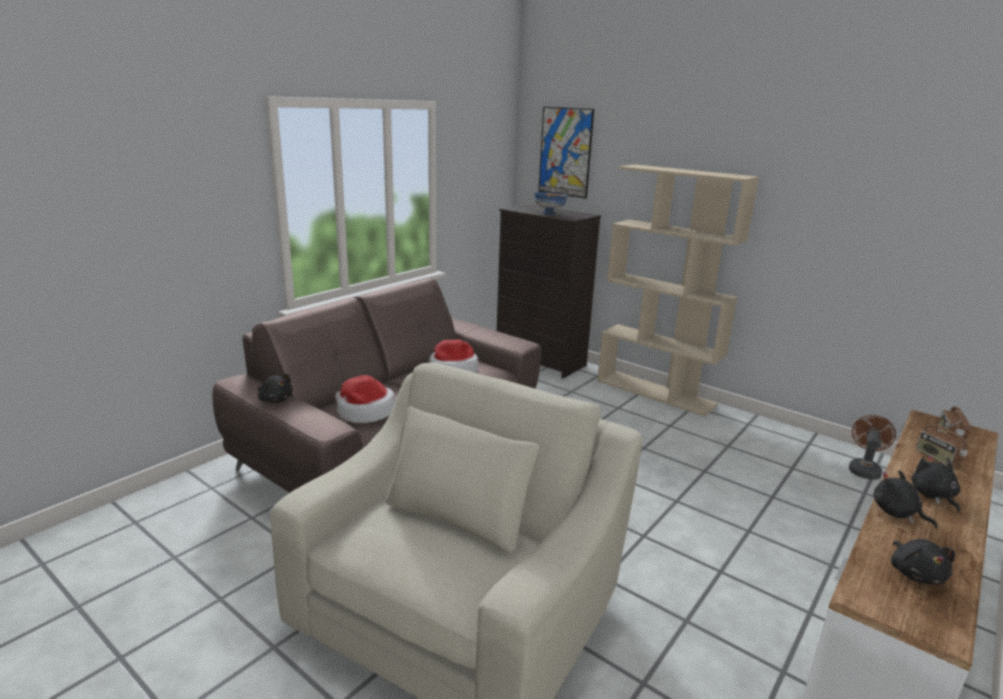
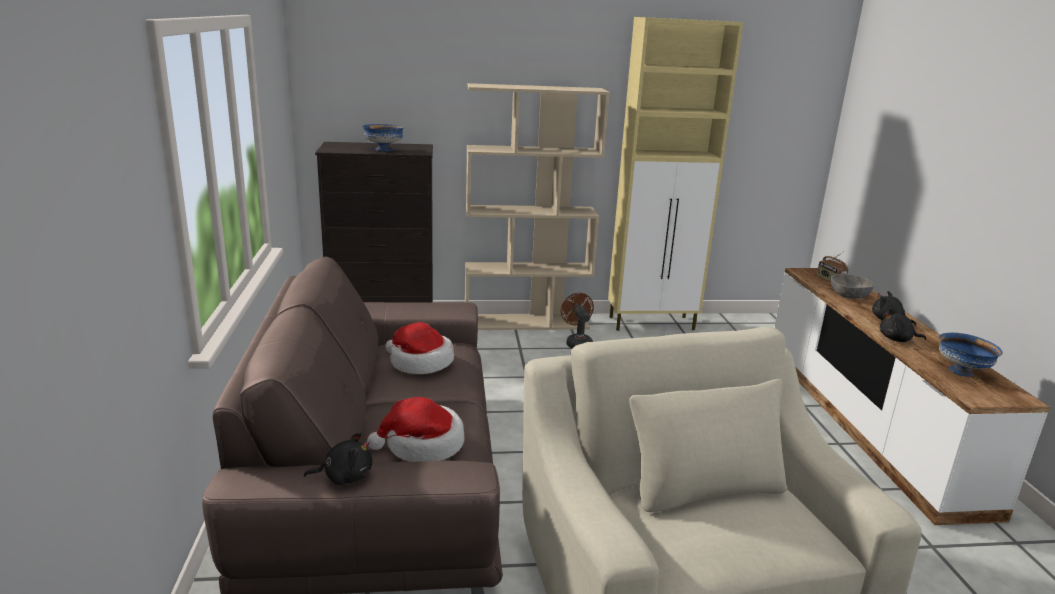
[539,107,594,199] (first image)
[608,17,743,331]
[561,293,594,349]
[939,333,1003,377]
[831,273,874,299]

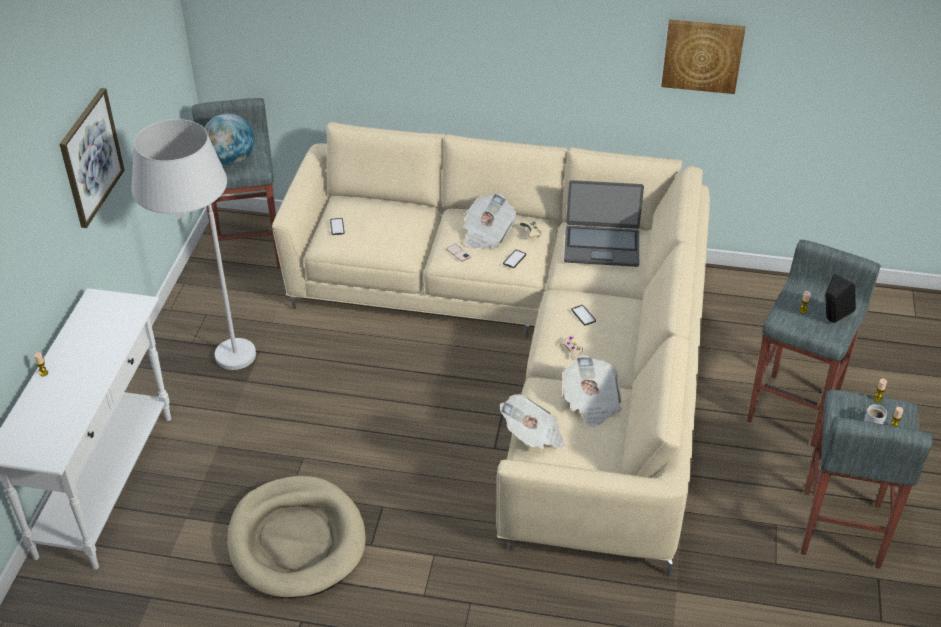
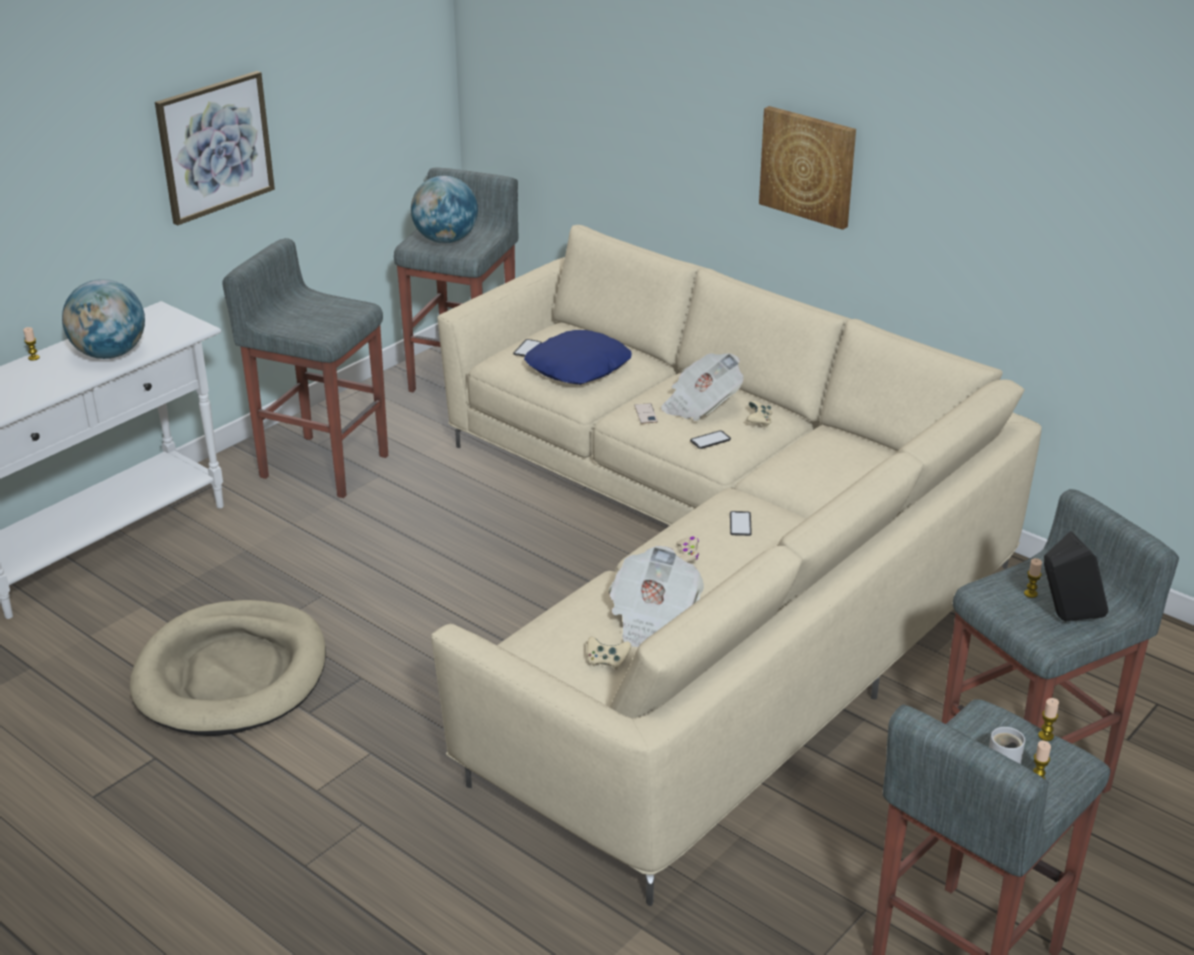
[500,394,565,449] (first image)
[564,180,644,267] (first image)
[62,279,145,359]
[524,330,632,385]
[587,637,631,670]
[759,106,856,230]
[222,238,388,498]

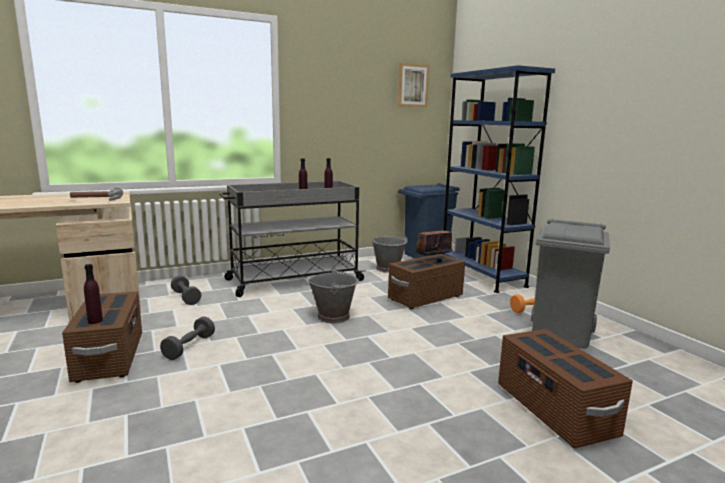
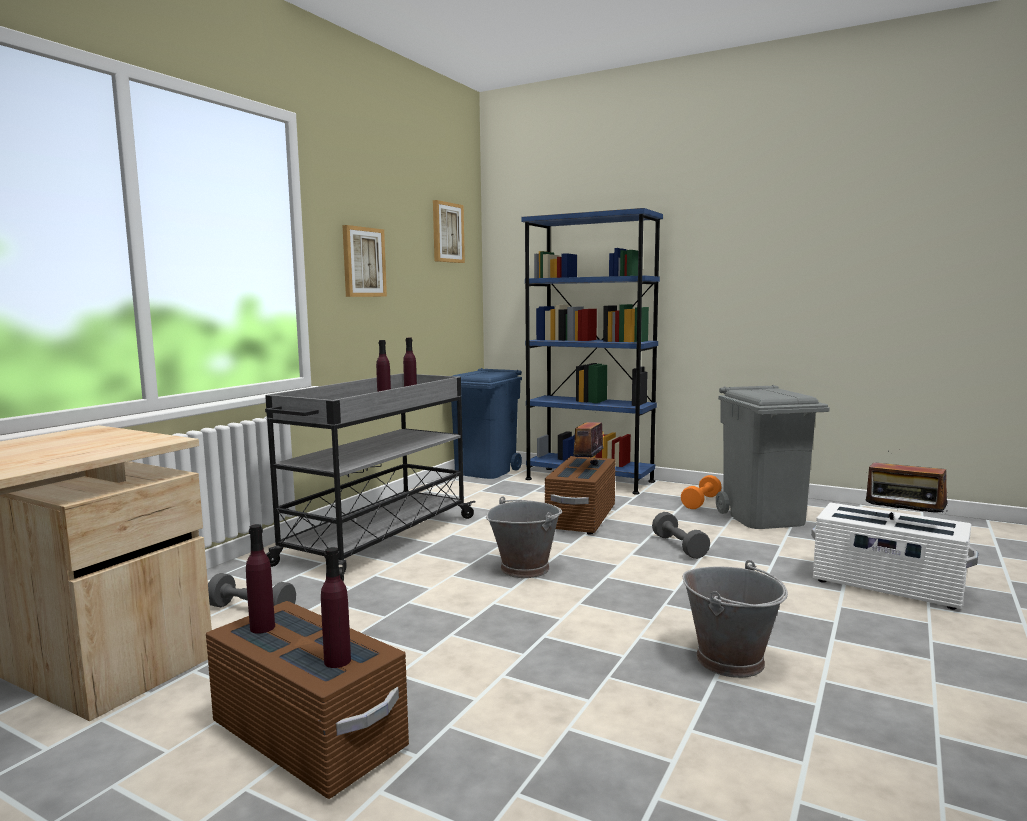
[70,187,123,201] (first image)
[246,524,275,634]
[342,225,387,297]
[866,462,948,520]
[652,512,710,559]
[683,560,788,678]
[812,503,978,610]

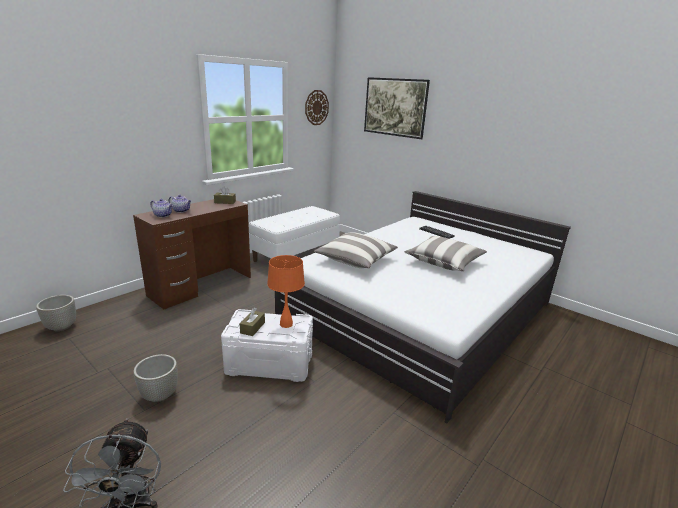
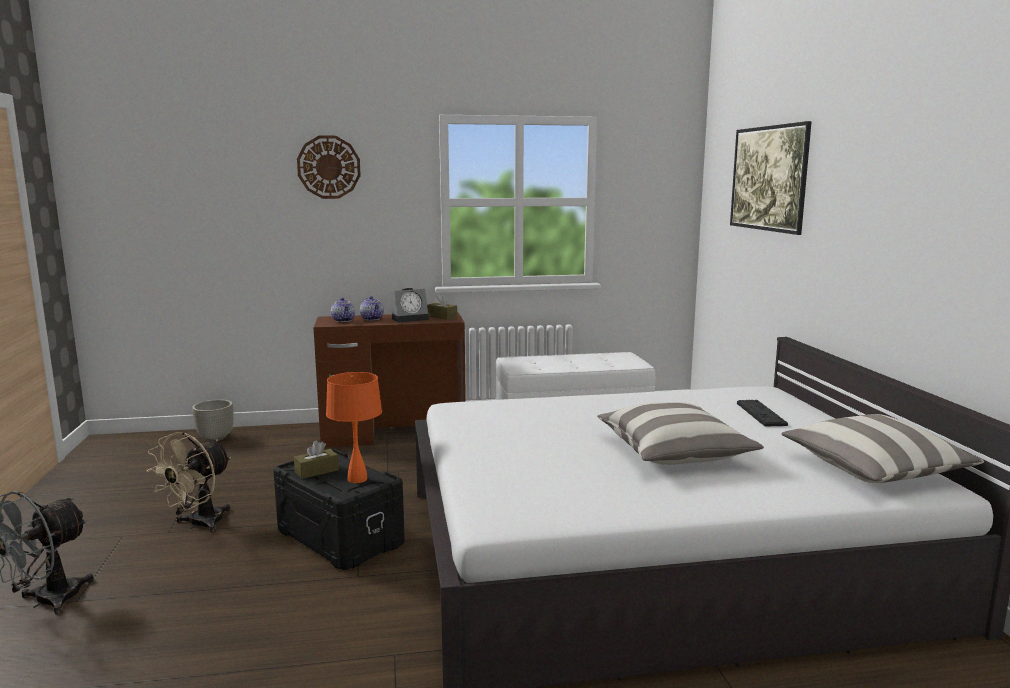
[390,288,429,323]
[297,135,361,199]
[781,414,984,483]
[147,432,231,533]
[273,449,405,570]

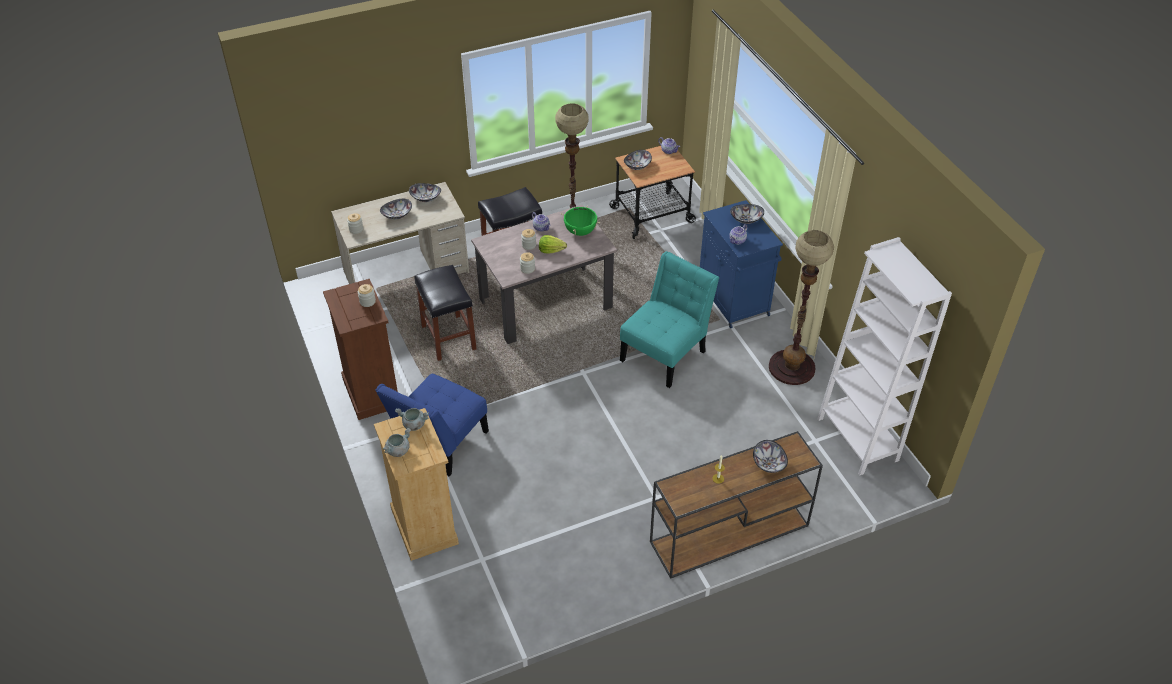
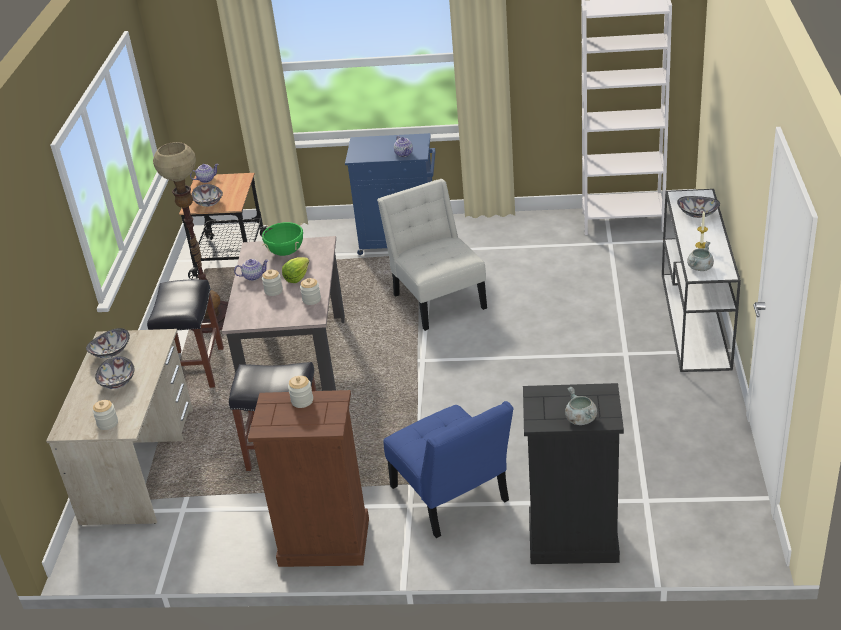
[730,204,764,224] (first image)
[769,230,834,385] (first image)
[687,241,714,271]
[523,383,624,564]
[377,179,487,331]
[662,189,741,372]

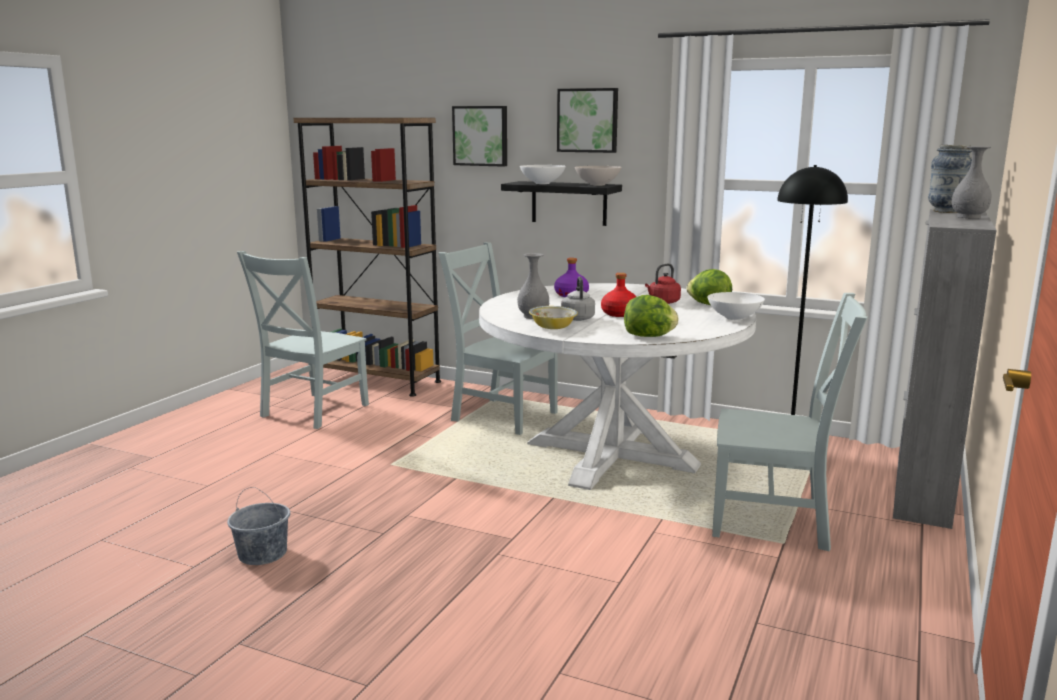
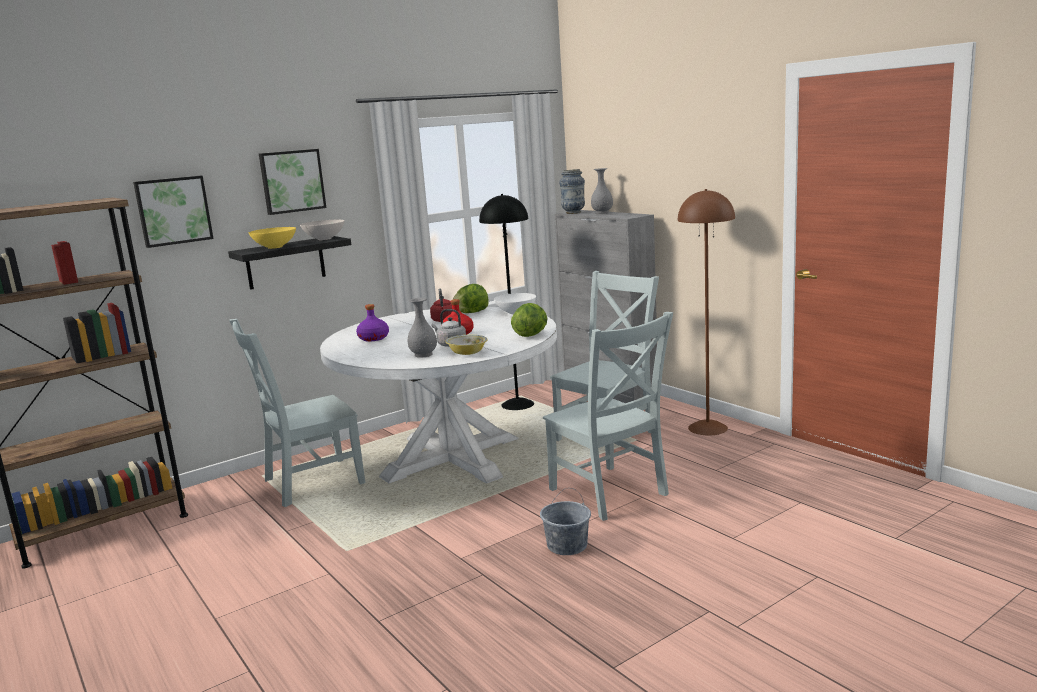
[678,189,735,435]
[540,488,591,555]
[543,312,673,521]
[249,227,296,249]

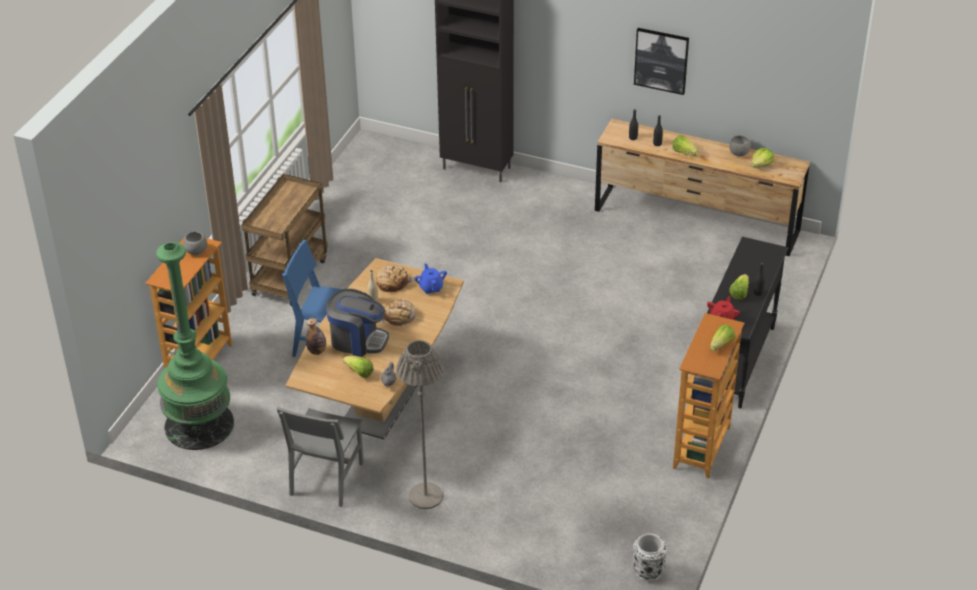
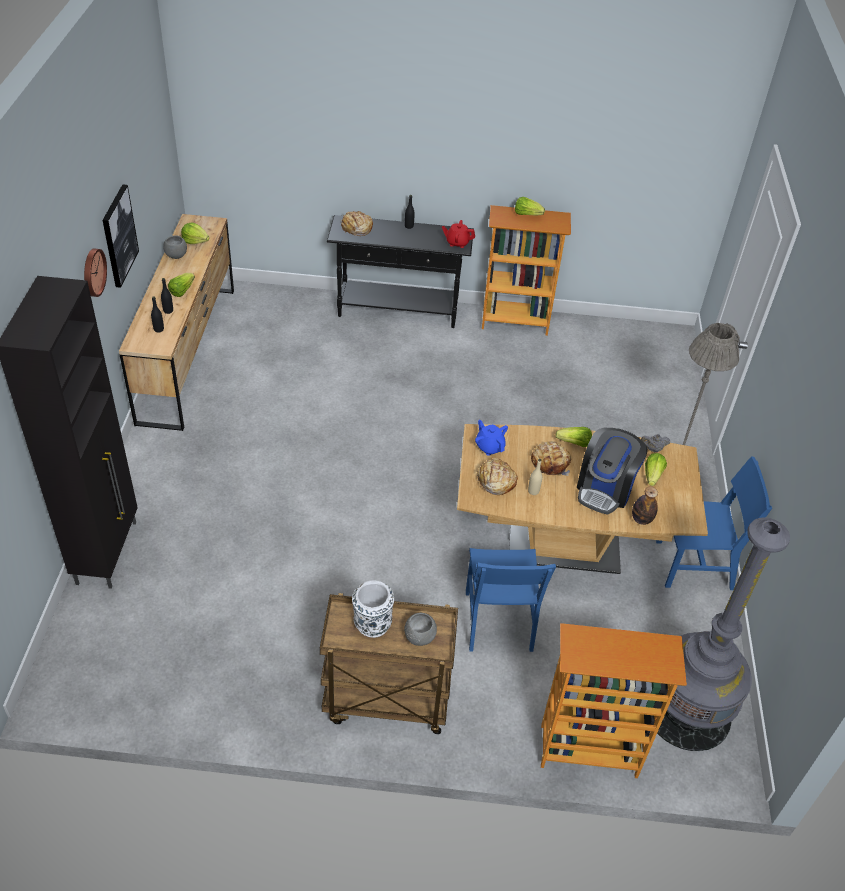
[84,249,107,297]
[340,211,373,236]
[404,613,437,646]
[352,580,394,638]
[556,427,592,447]
[653,517,790,751]
[656,456,772,590]
[577,428,648,515]
[475,420,508,456]

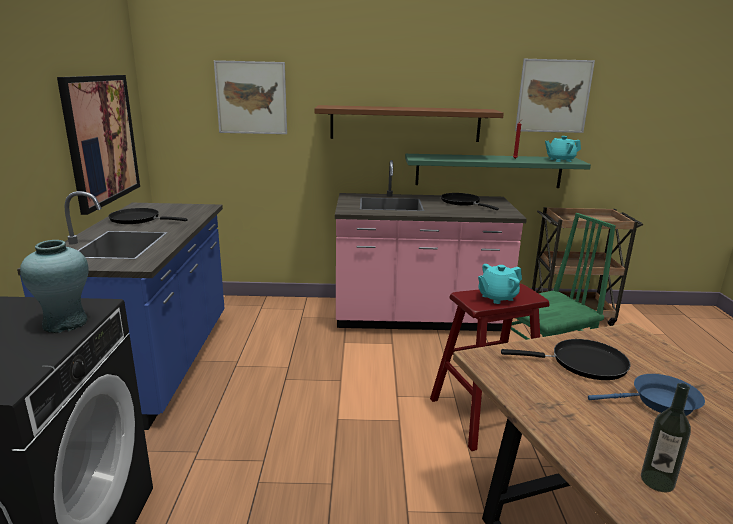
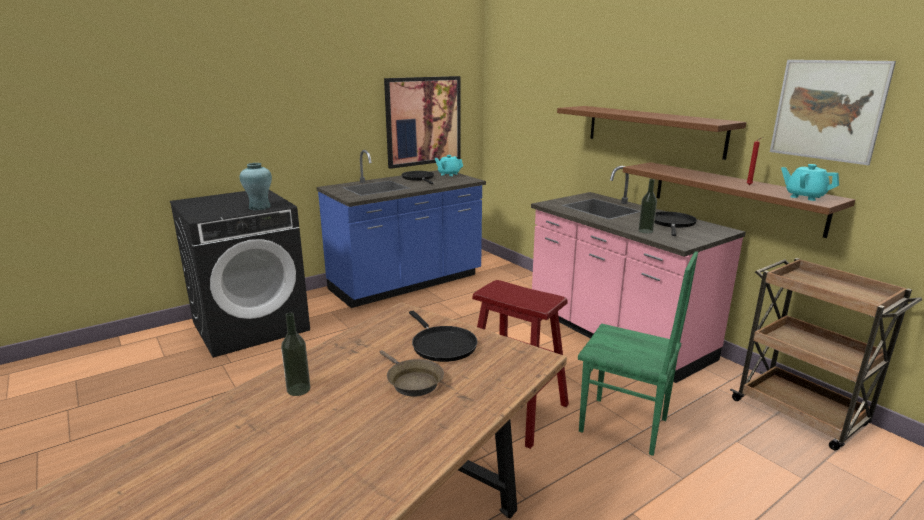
[214,60,287,134] (first image)
[638,179,657,233]
[435,155,463,176]
[623,162,855,238]
[380,350,444,397]

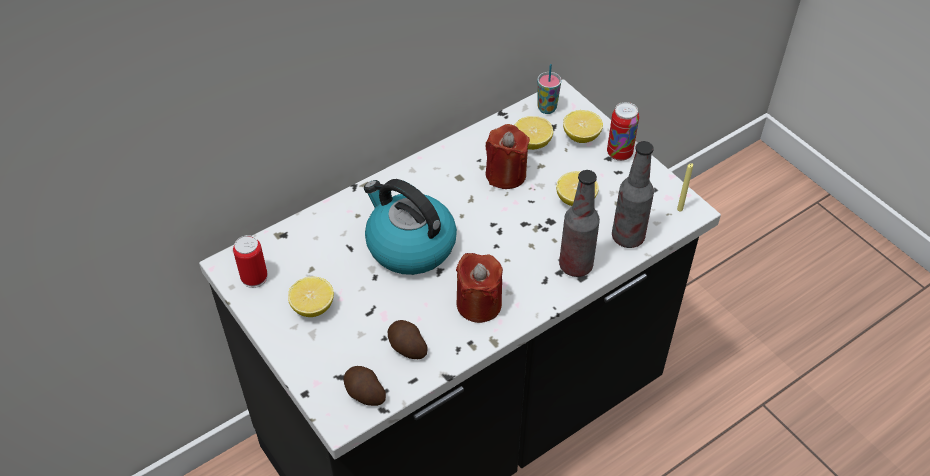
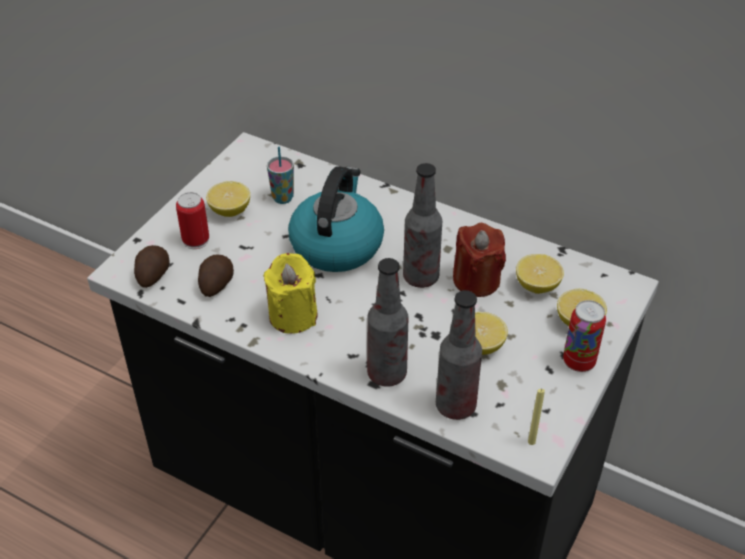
[403,163,442,288]
[176,192,209,249]
[267,147,294,204]
[263,253,317,334]

